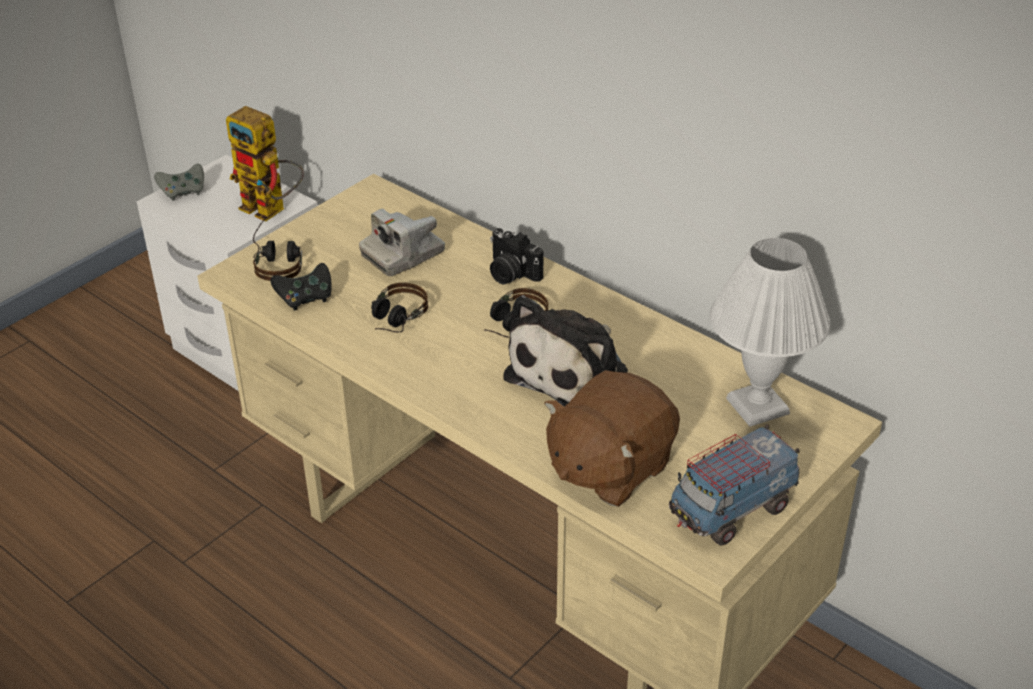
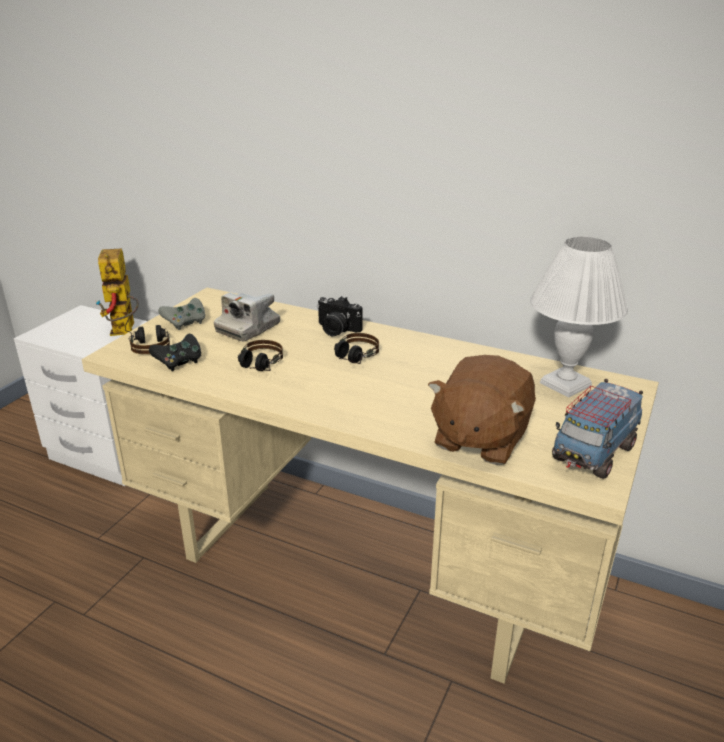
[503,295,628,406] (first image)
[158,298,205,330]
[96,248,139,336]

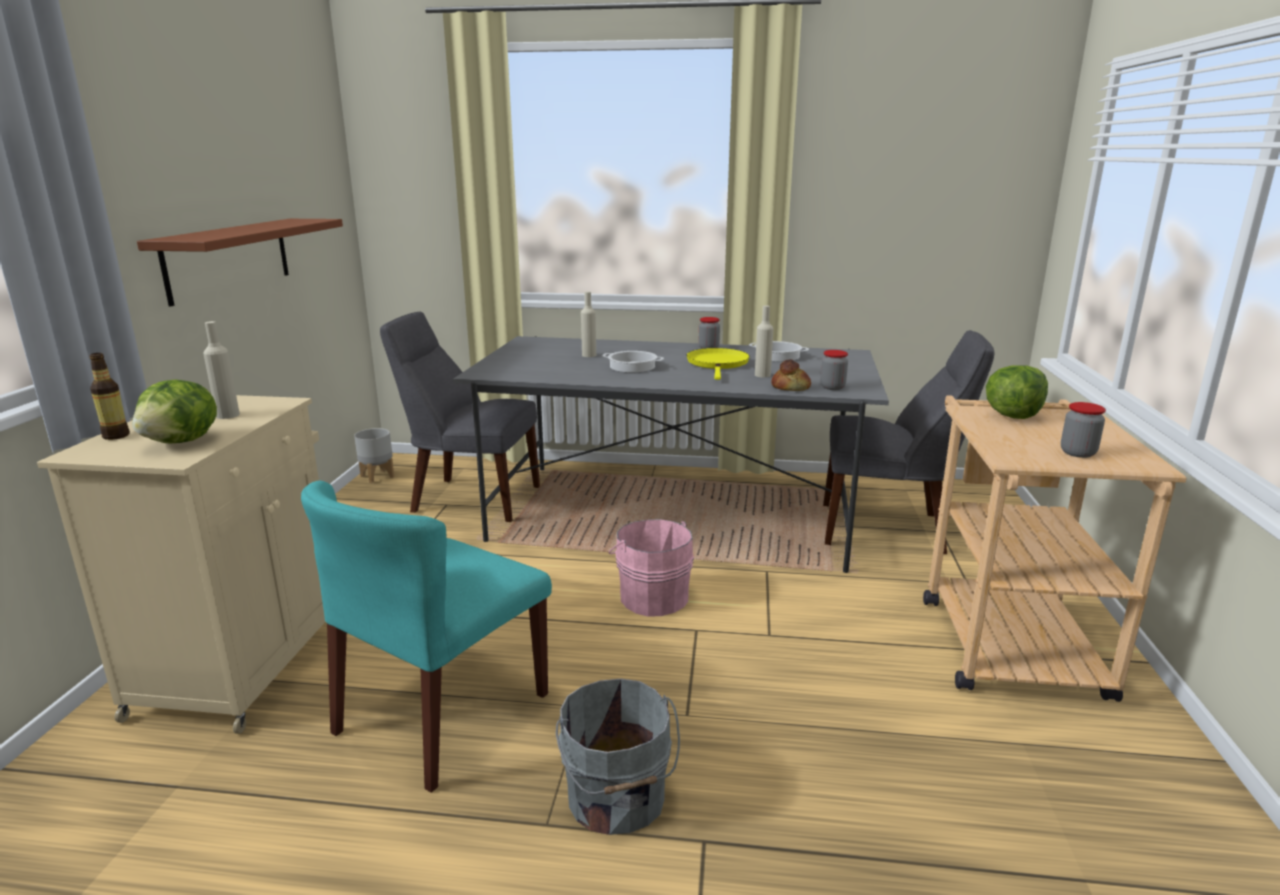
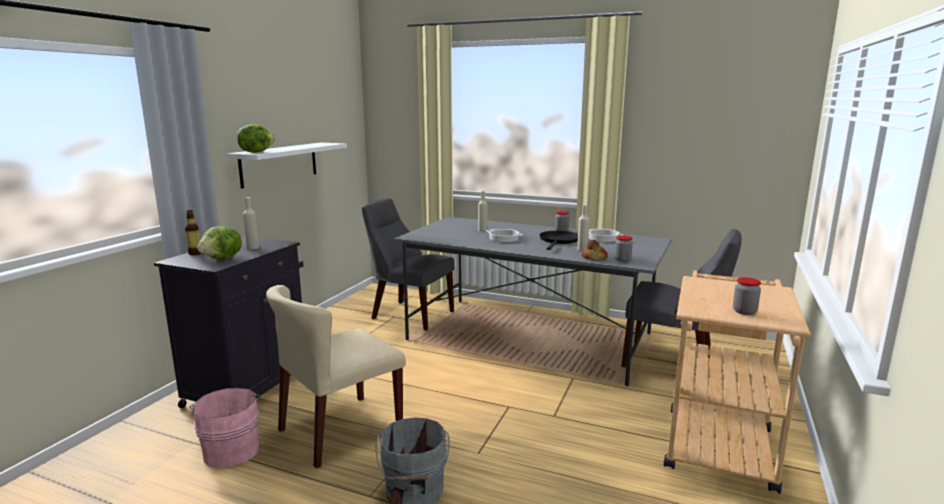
[354,428,394,483] (first image)
[190,388,261,468]
[237,124,275,153]
[154,236,303,408]
[227,143,347,189]
[266,285,406,468]
[540,231,578,250]

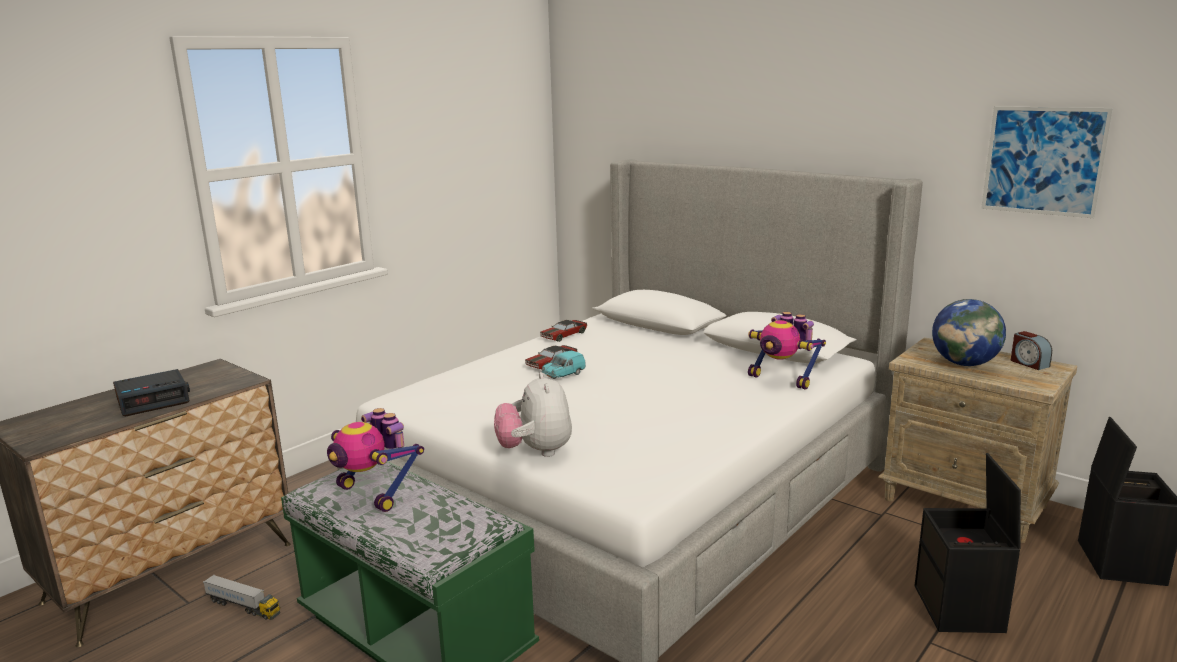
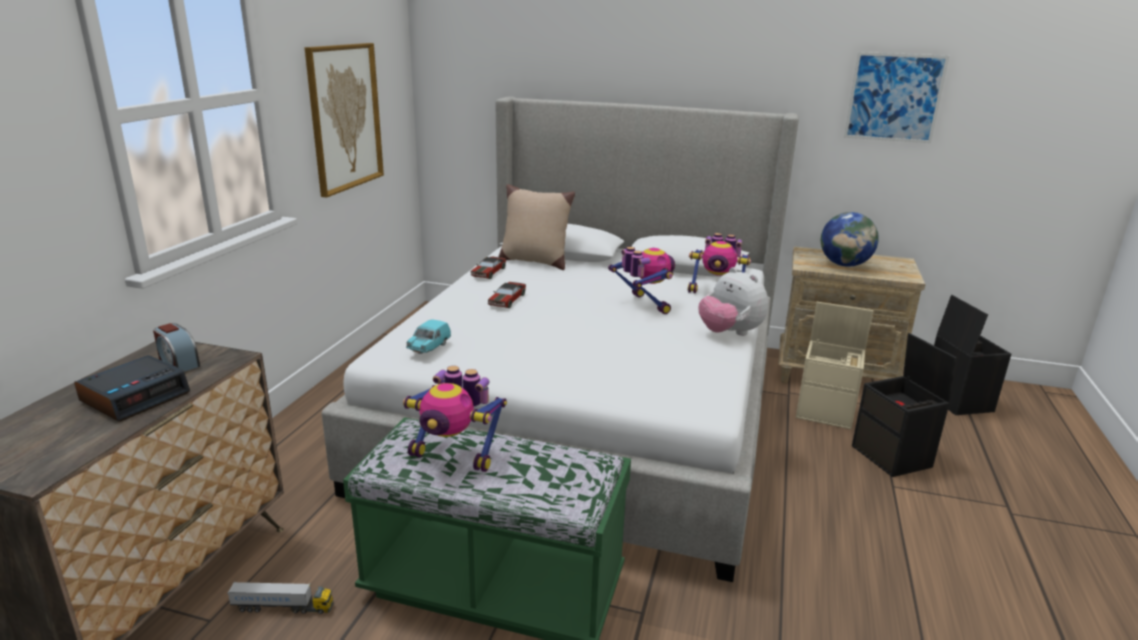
[304,43,384,197]
[499,184,575,270]
[608,247,675,314]
[796,302,874,429]
[698,267,768,336]
[406,320,451,354]
[153,323,200,372]

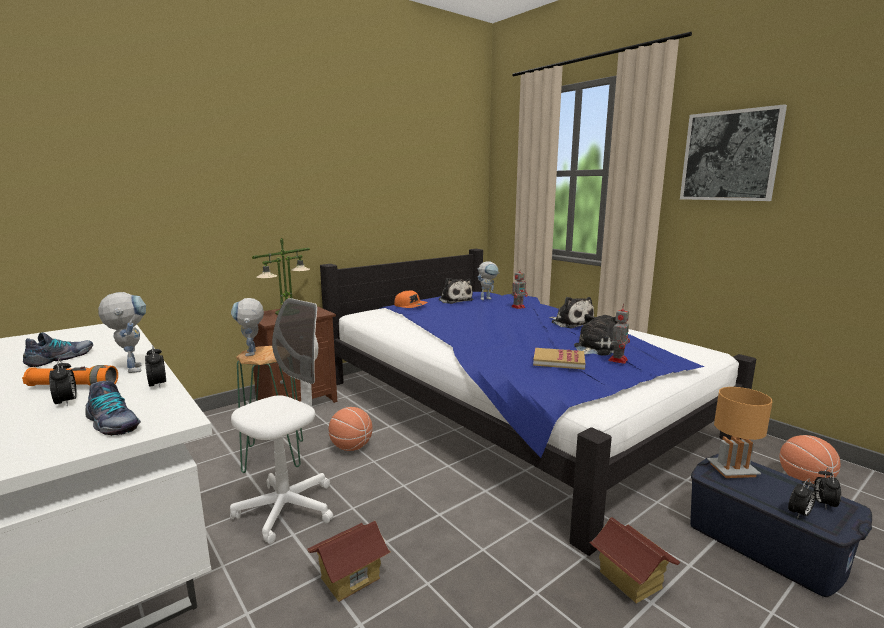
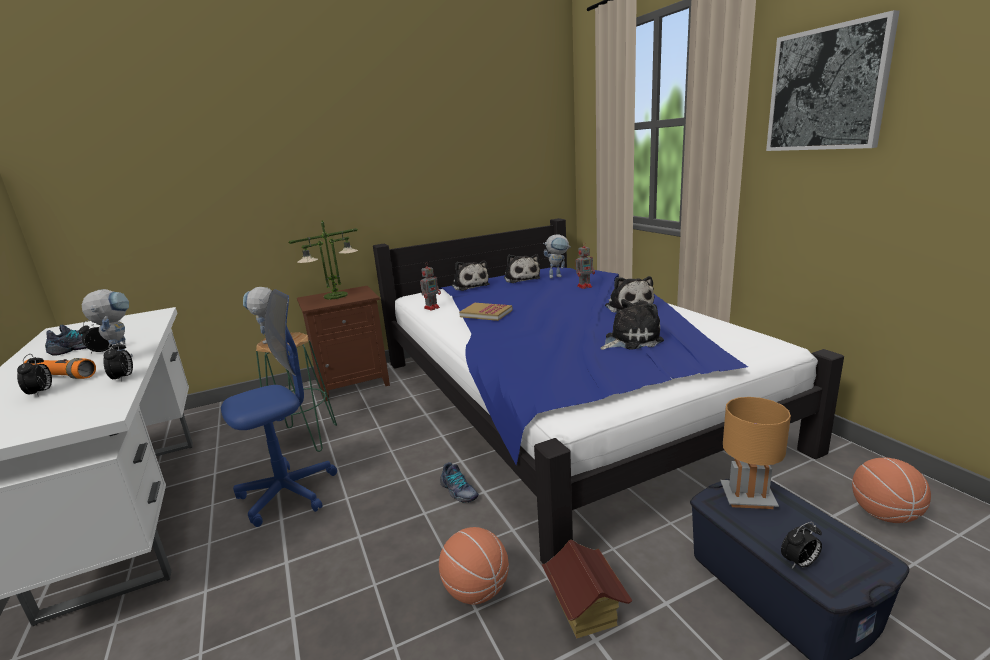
[307,521,390,602] (first image)
[440,462,479,503]
[439,527,509,605]
[459,303,513,321]
[420,262,441,310]
[78,320,112,354]
[452,260,490,291]
[221,289,337,527]

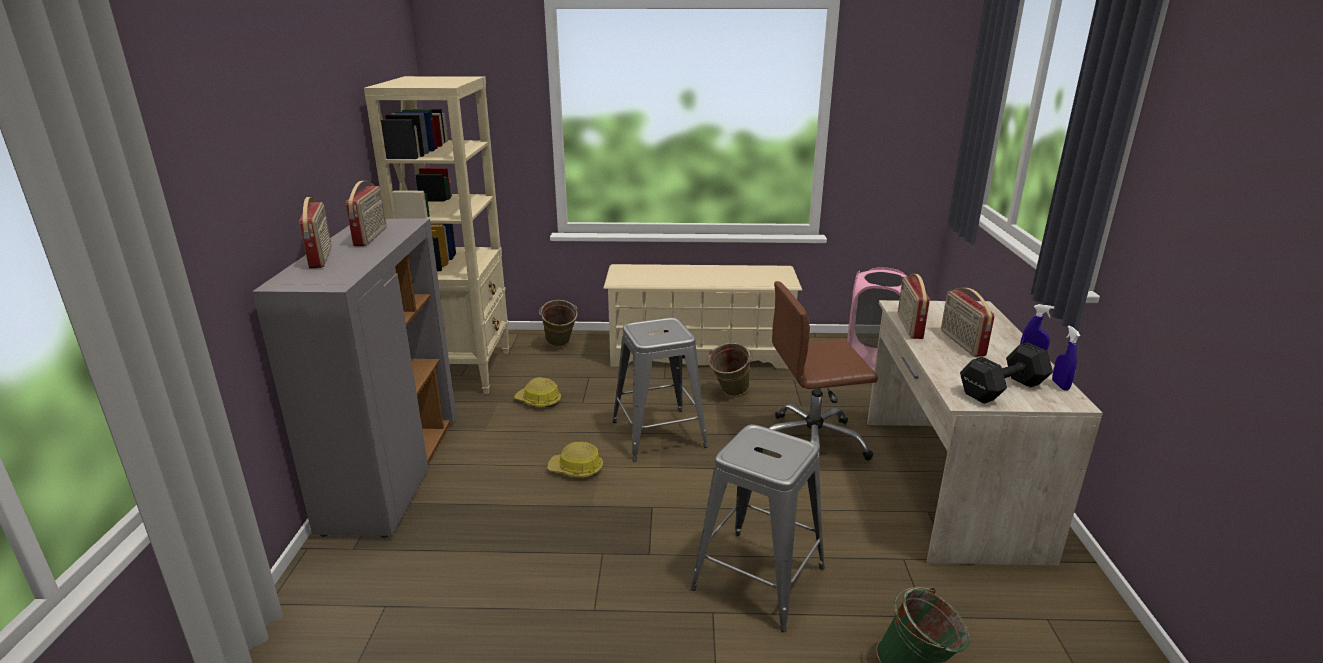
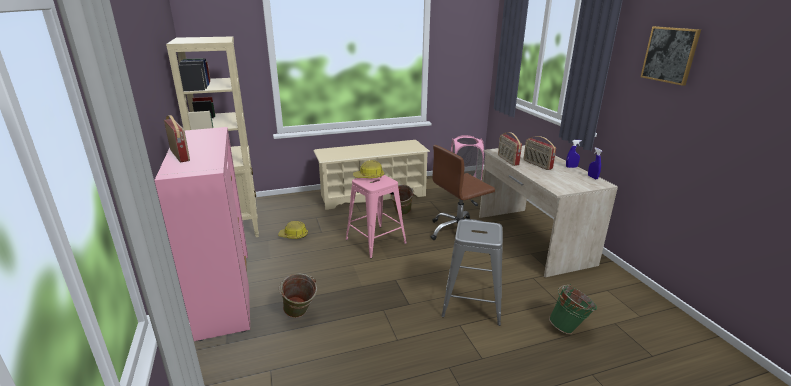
[346,181,387,246] (first image)
[960,343,1053,404] (first image)
[640,26,701,86]
[279,273,317,318]
[353,160,384,178]
[154,127,250,341]
[346,175,407,258]

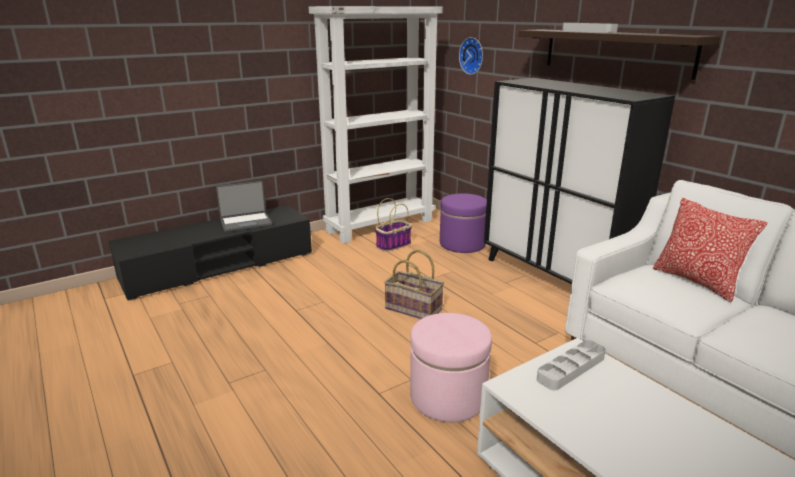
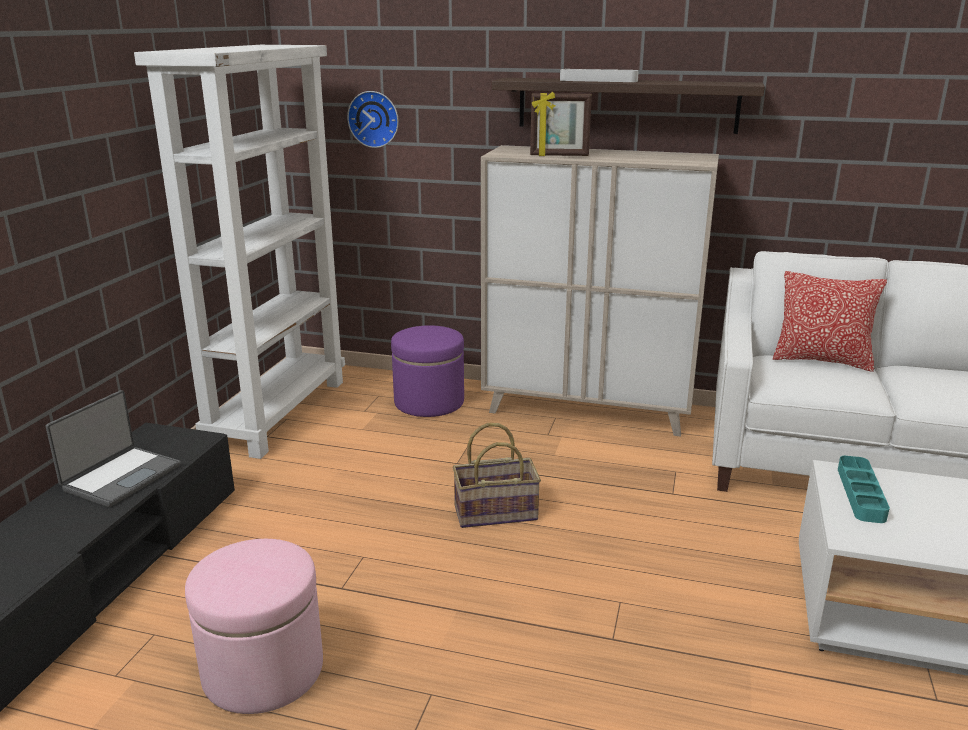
[375,198,412,252] (first image)
[530,92,592,156]
[185,539,323,714]
[481,145,719,437]
[838,456,890,523]

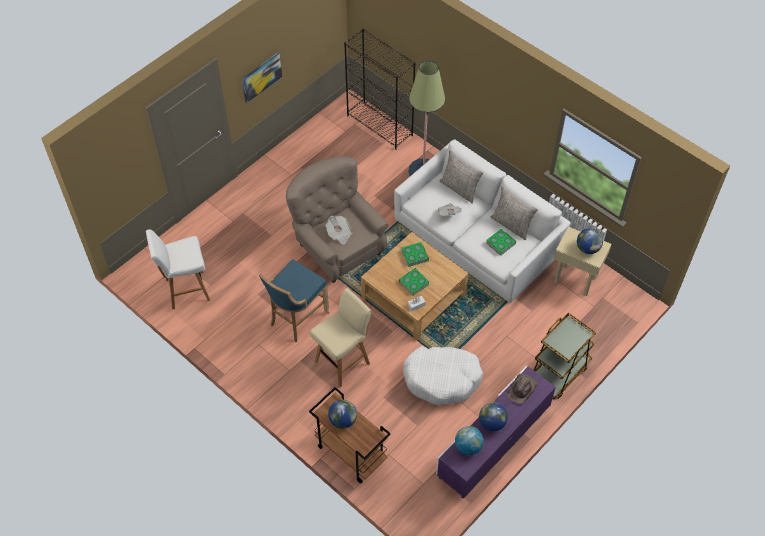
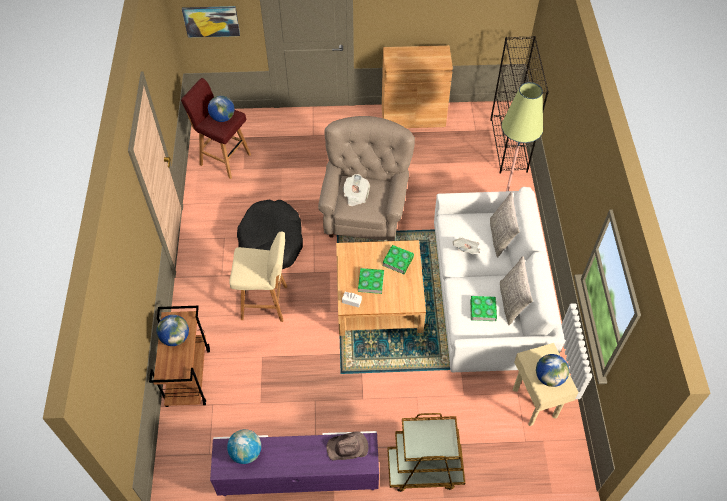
[403,346,483,405] (first image)
[382,45,453,128]
[182,6,240,37]
[208,95,234,122]
[237,199,303,269]
[181,78,251,179]

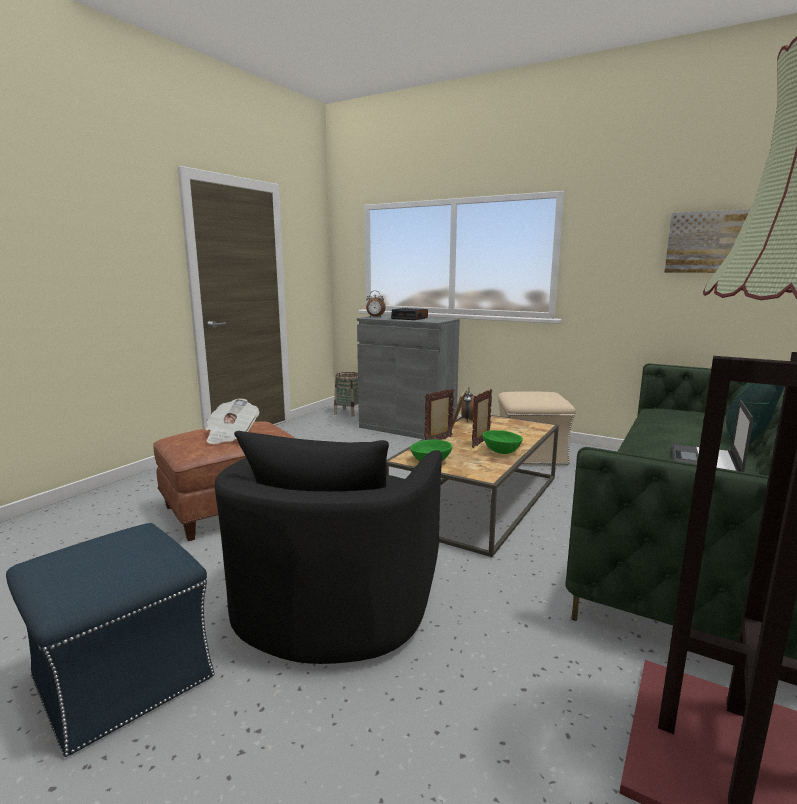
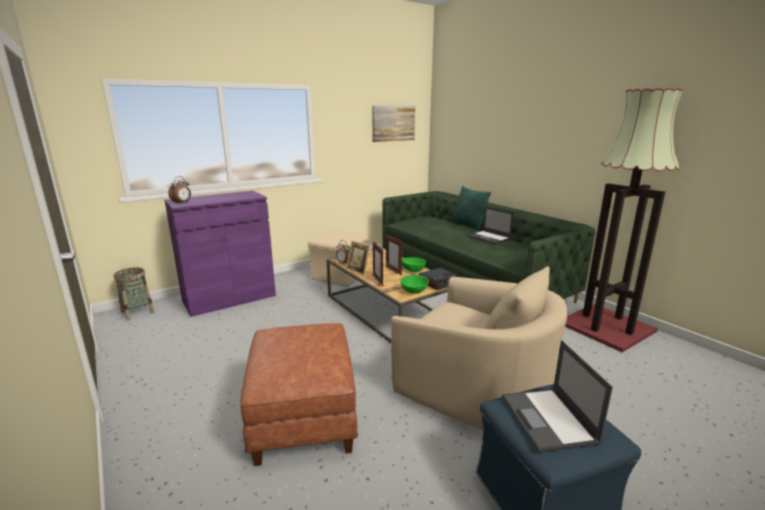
[205,399,259,444] (first image)
[502,340,613,453]
[419,268,458,290]
[391,266,567,429]
[165,190,276,317]

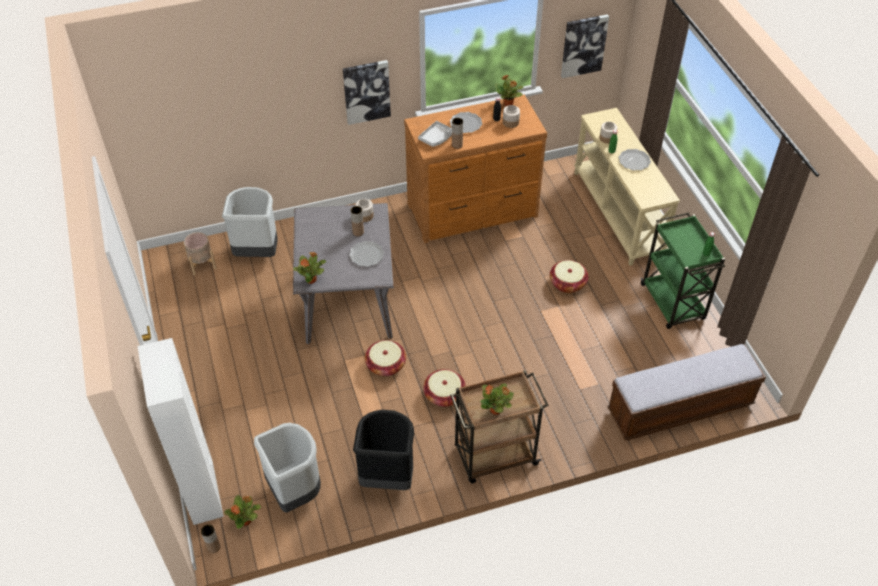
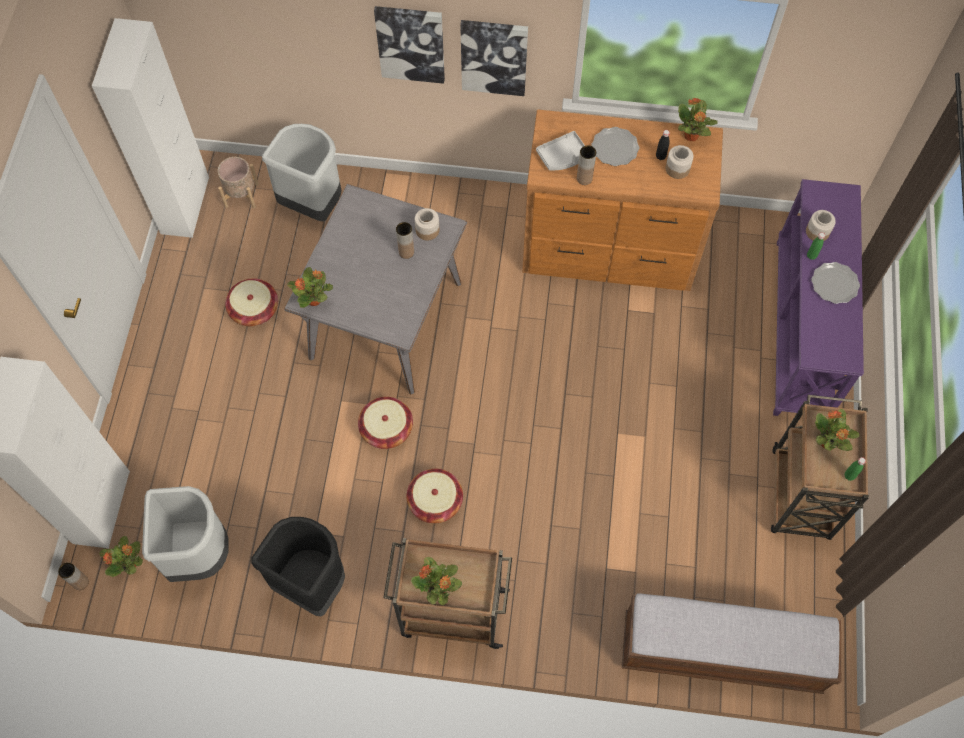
[349,241,384,267] (first image)
[92,18,209,238]
[815,409,859,451]
[225,278,278,326]
[374,6,445,84]
[773,179,864,416]
[771,395,869,540]

